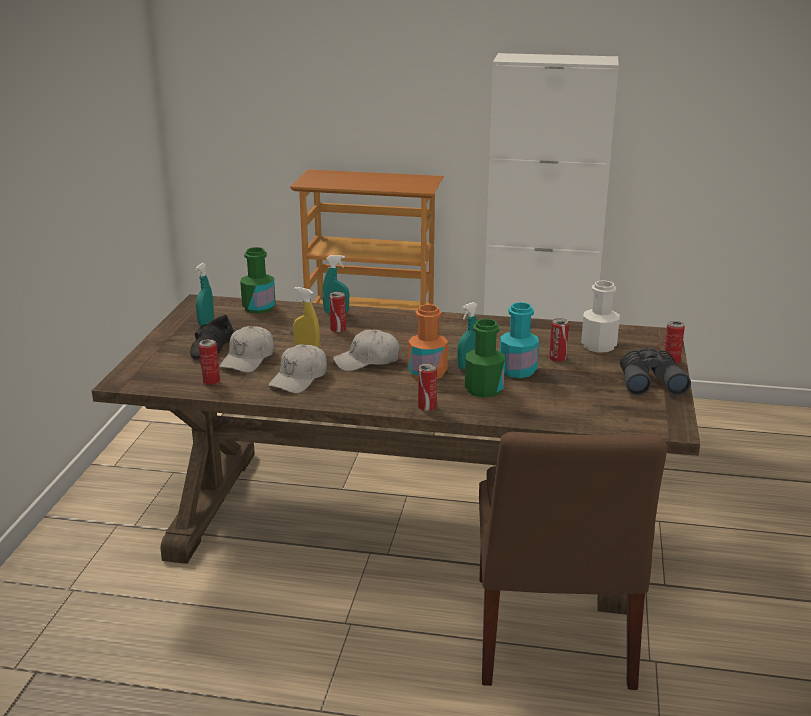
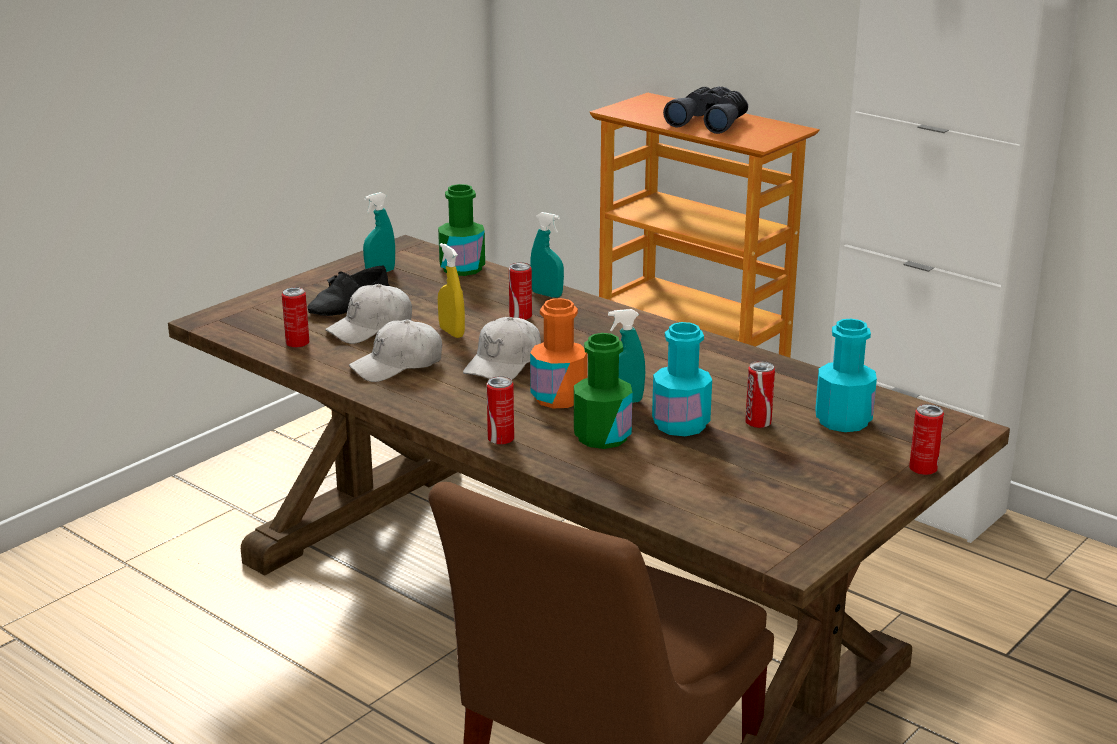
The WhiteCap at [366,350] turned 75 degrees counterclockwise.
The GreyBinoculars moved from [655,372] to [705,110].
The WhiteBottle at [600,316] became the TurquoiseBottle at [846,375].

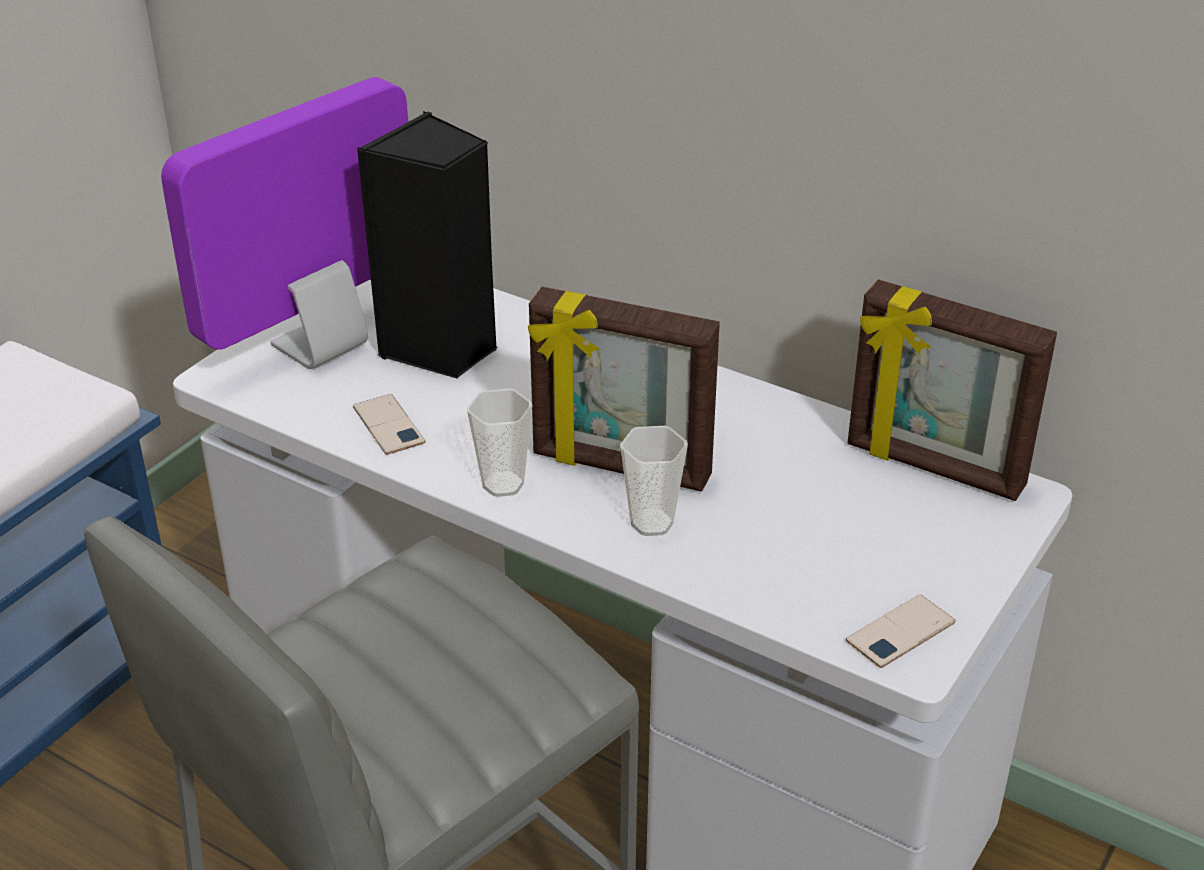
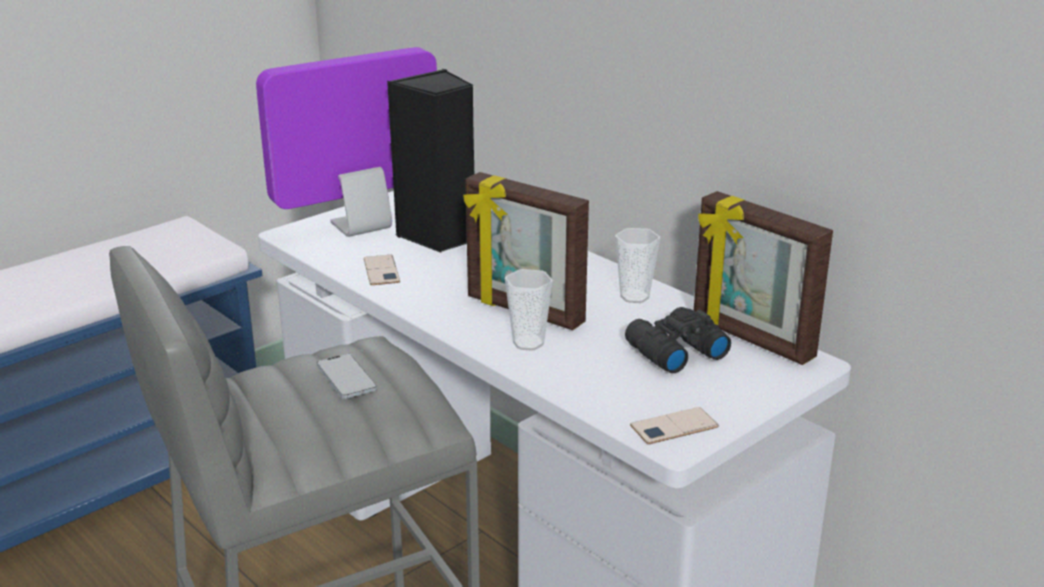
The Phone at [347,376] appeared.
The Cup moved from [499,442] to [637,265].
The BlackBinoculars at [678,340] appeared.

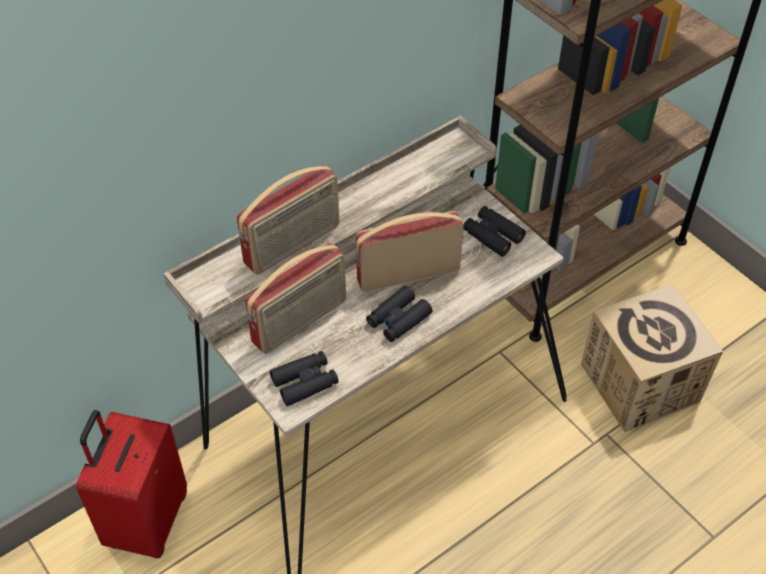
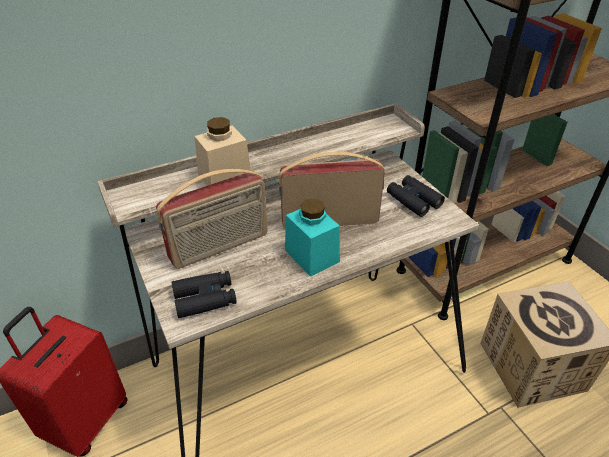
The Radio at [288,220] was replaced by the BeigeJar at [222,151].
The BlackBinoculars at [399,314] was replaced by the TurquoiseJar at [312,238].

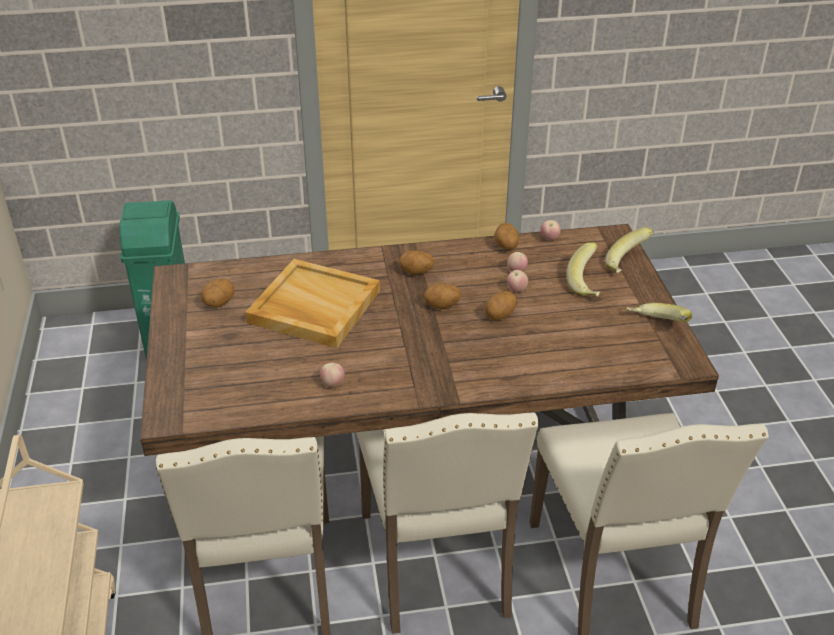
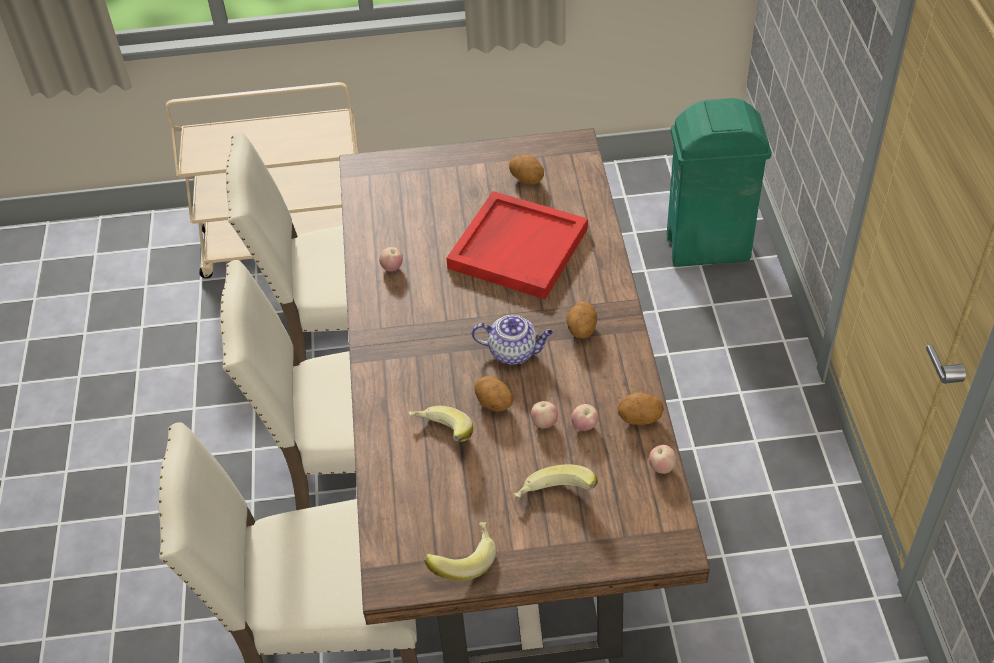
The Banana moved from [629,250] to [441,423].
The BeigeTray at [312,303] became the RedTray at [517,245].
The Potato at [442,296] was replaced by the Teapot at [512,340].

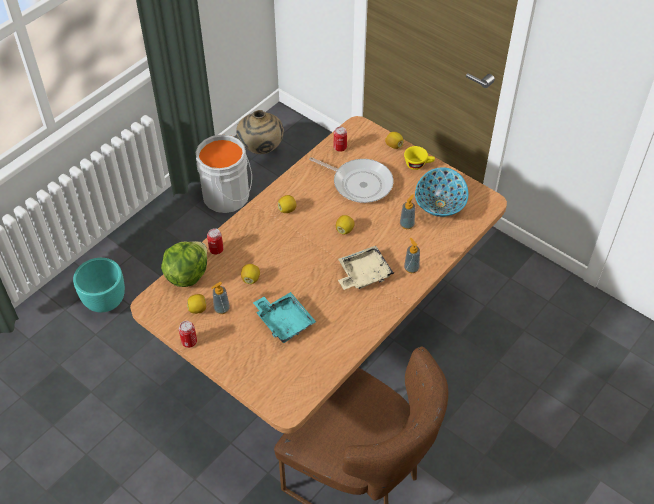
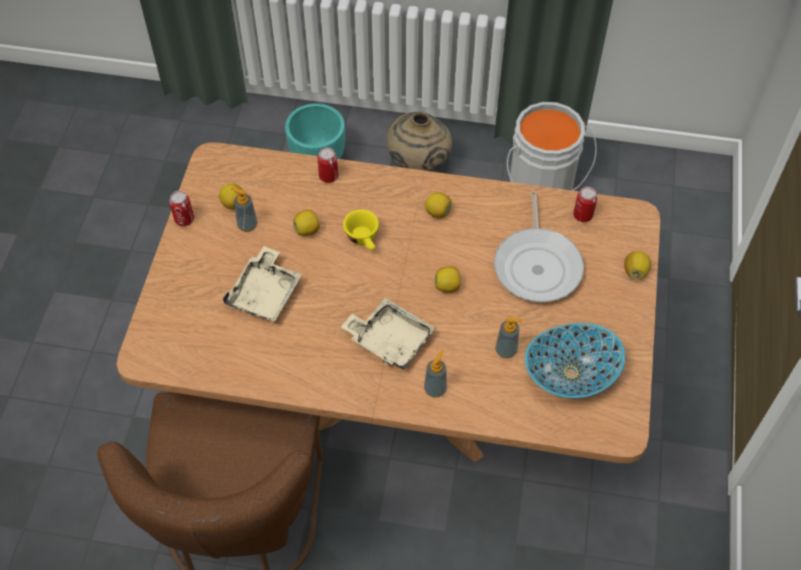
The TurquoiseTray at [284,317] became the BeigeTray at [262,284].
The YellowCup moved from [419,158] to [361,230].
The BeigeVase moved from [260,132] to [419,141].
The Lettuce at [184,264] disappeared.

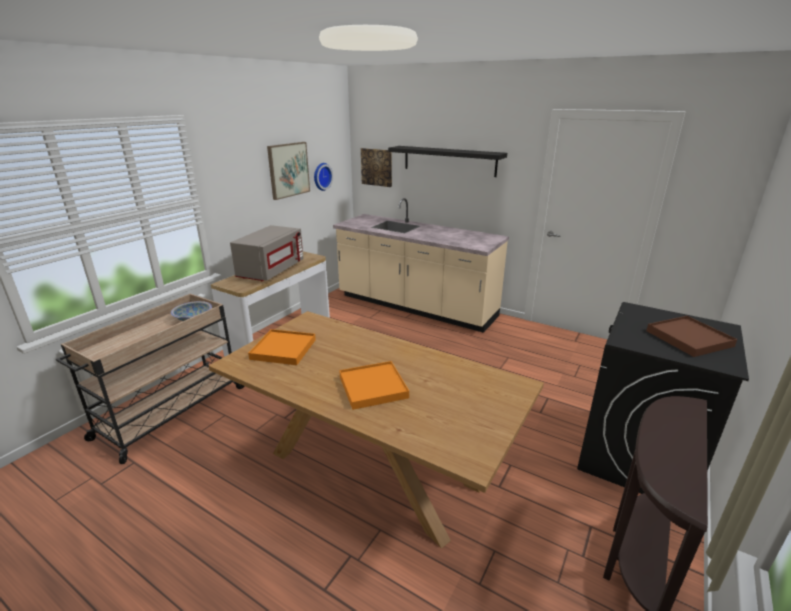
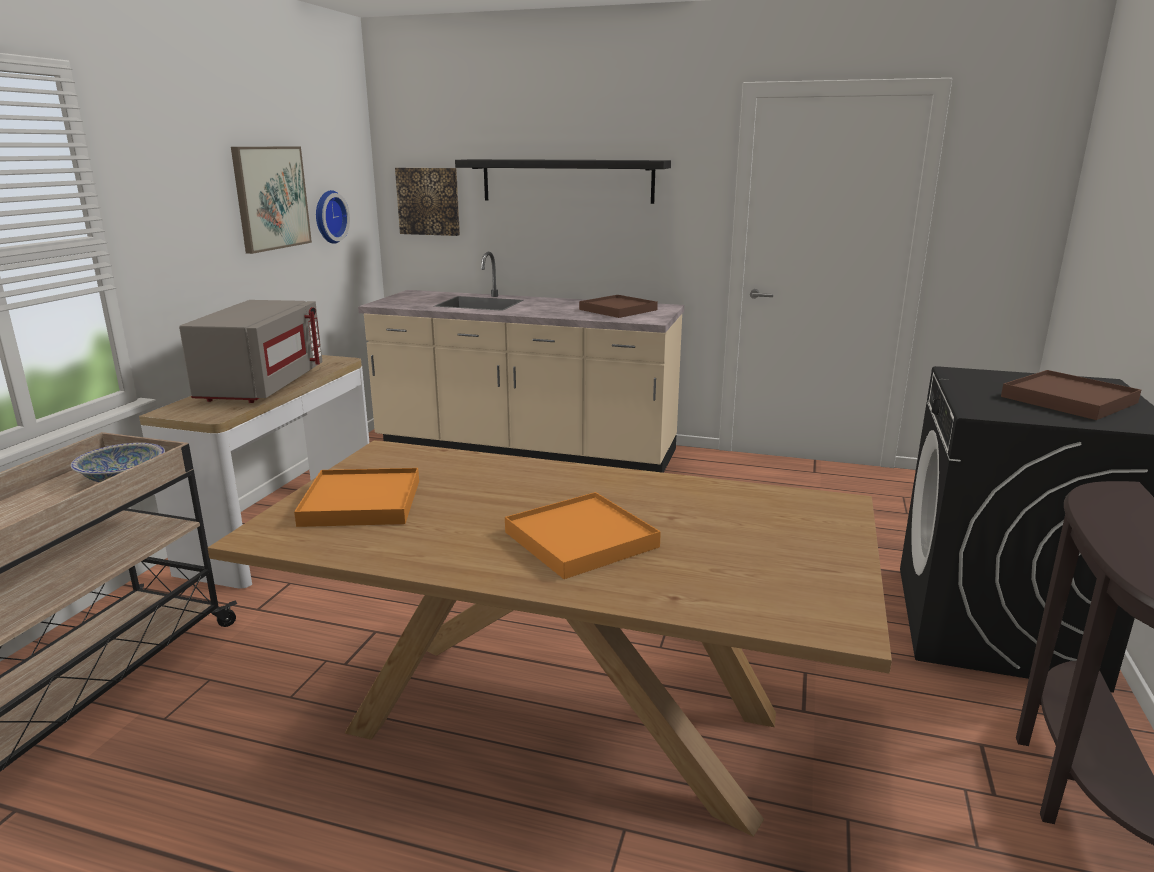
The BrownTray at [618,306] appeared.

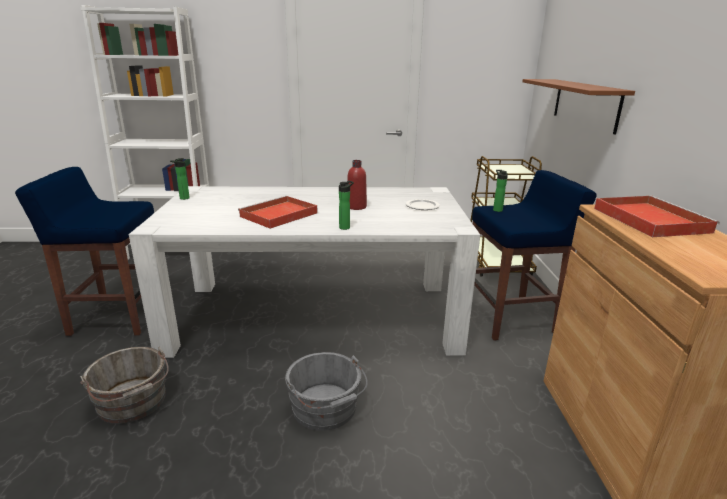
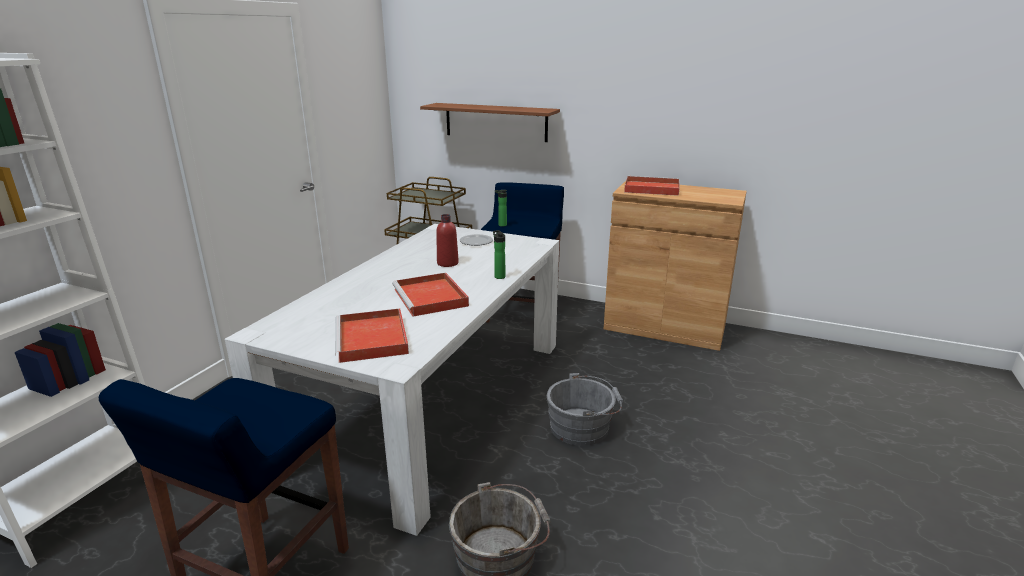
The RedTray at [372,336] appeared.
The Bottle at [180,179] disappeared.

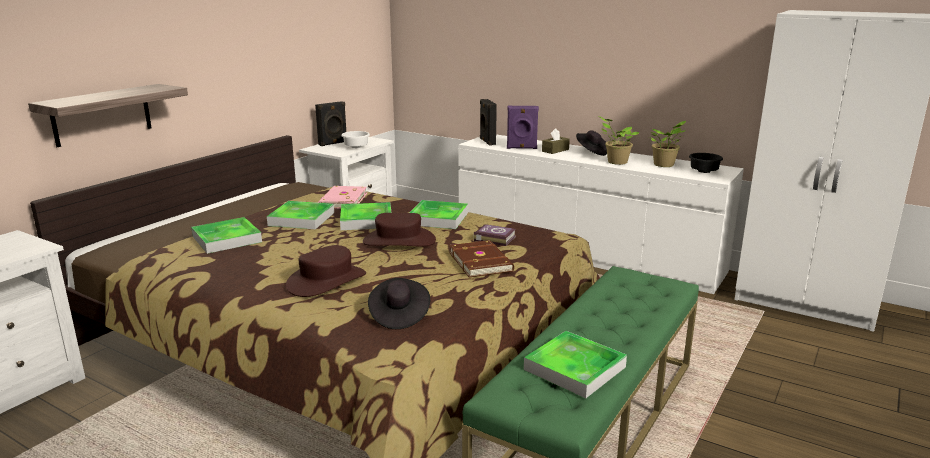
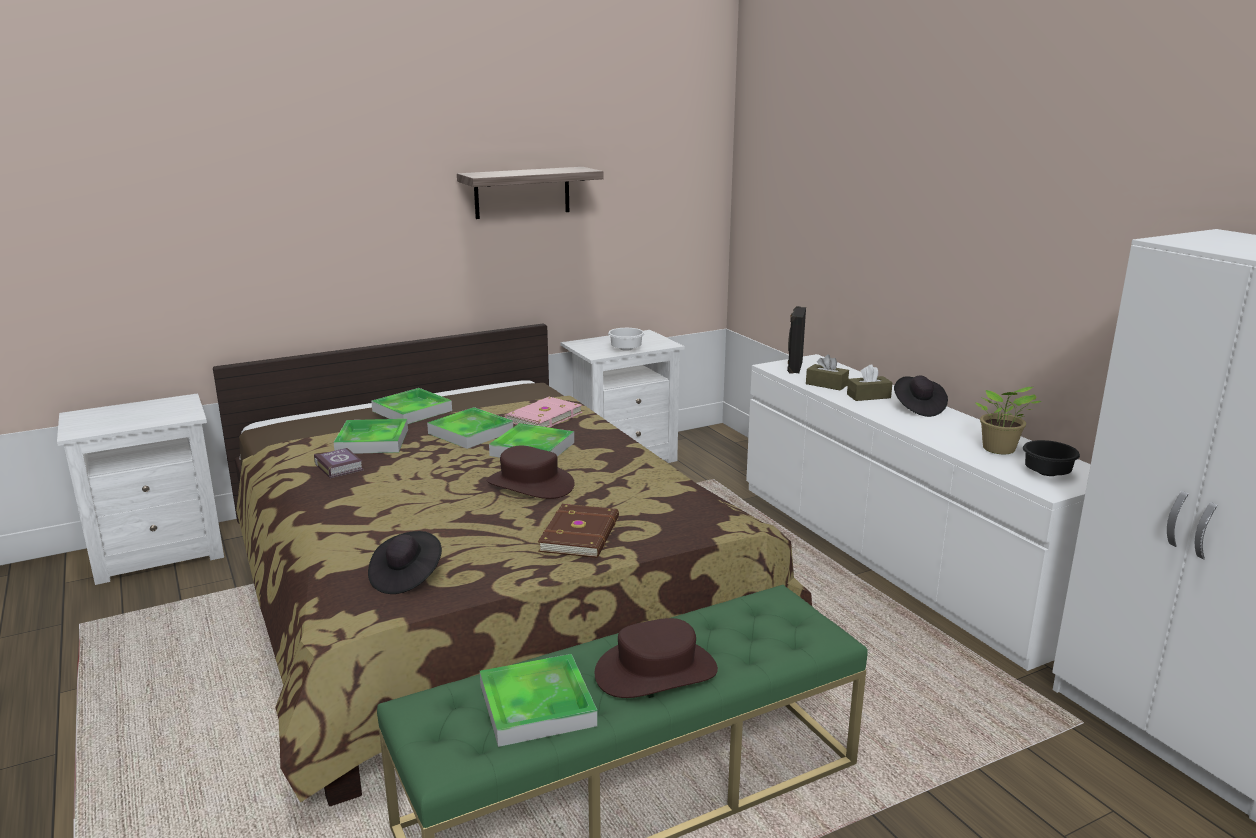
The Book moved from [495,235] to [339,463].
The Tray moved from [439,214] to [411,406].
The Shelf moved from [108,115] to [530,193].
The BrownHat moved from [326,271] to [656,658].
The PurpleSpeaker at [523,127] was replaced by the BrownTissueBox at [827,372].
The BlackSpeaker at [330,123] disappeared.
The PottedPlant at [619,140] disappeared.

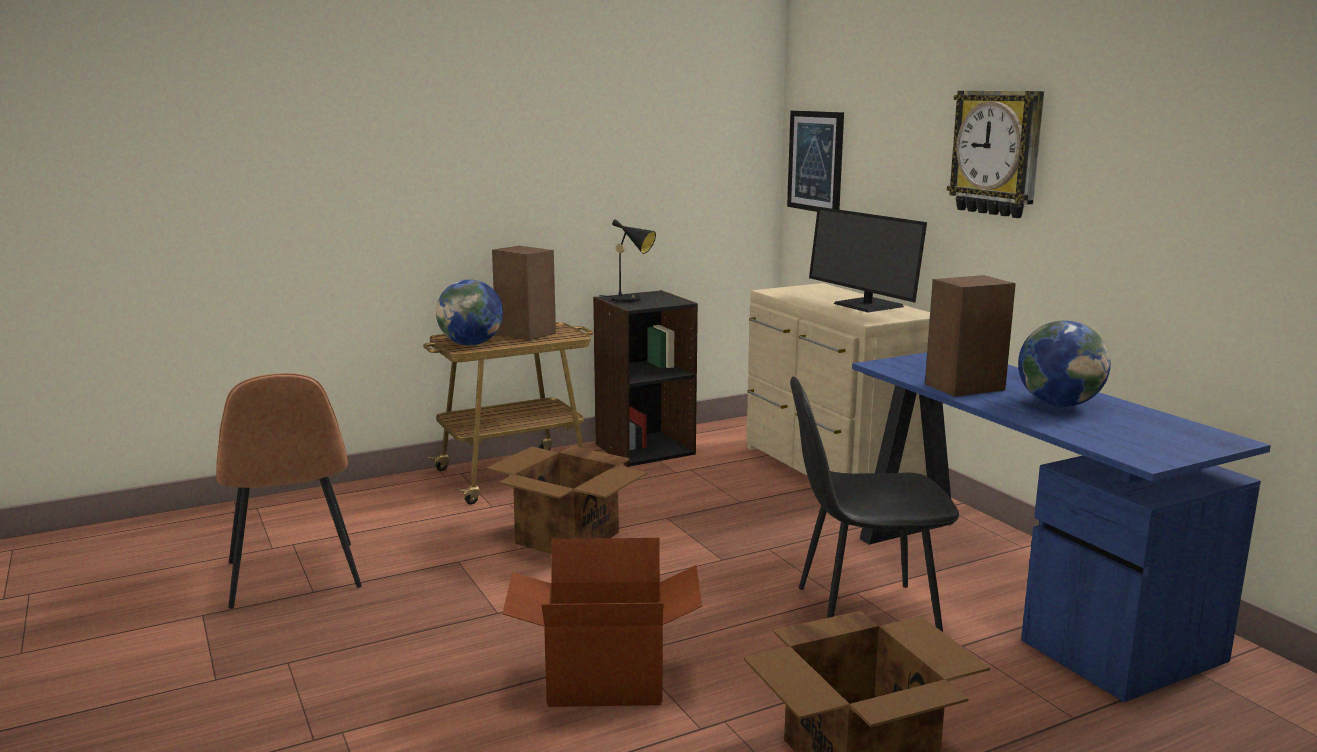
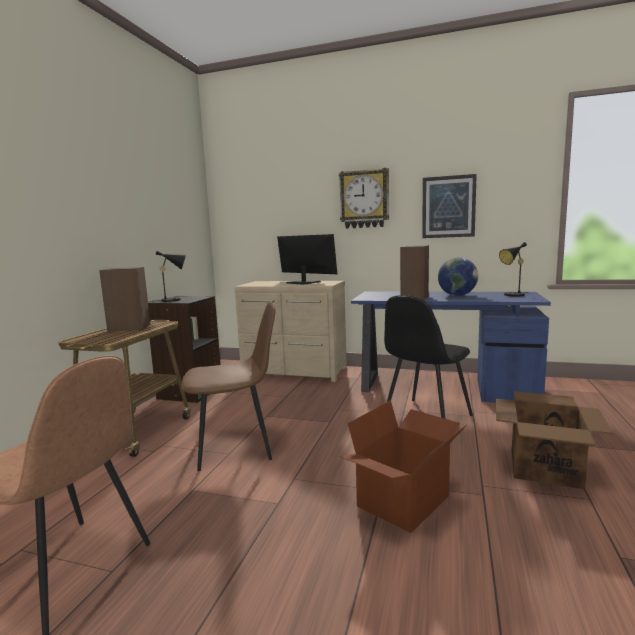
The CardboardBox at [566,500] was replaced by the BrownChair at [228,386].
The Monitor at [868,259] turned 150 degrees counterclockwise.
The Picture moved from [815,161] to [449,206].
The BlackTableLamp at [514,269] appeared.
The Globe at [469,312] disappeared.

